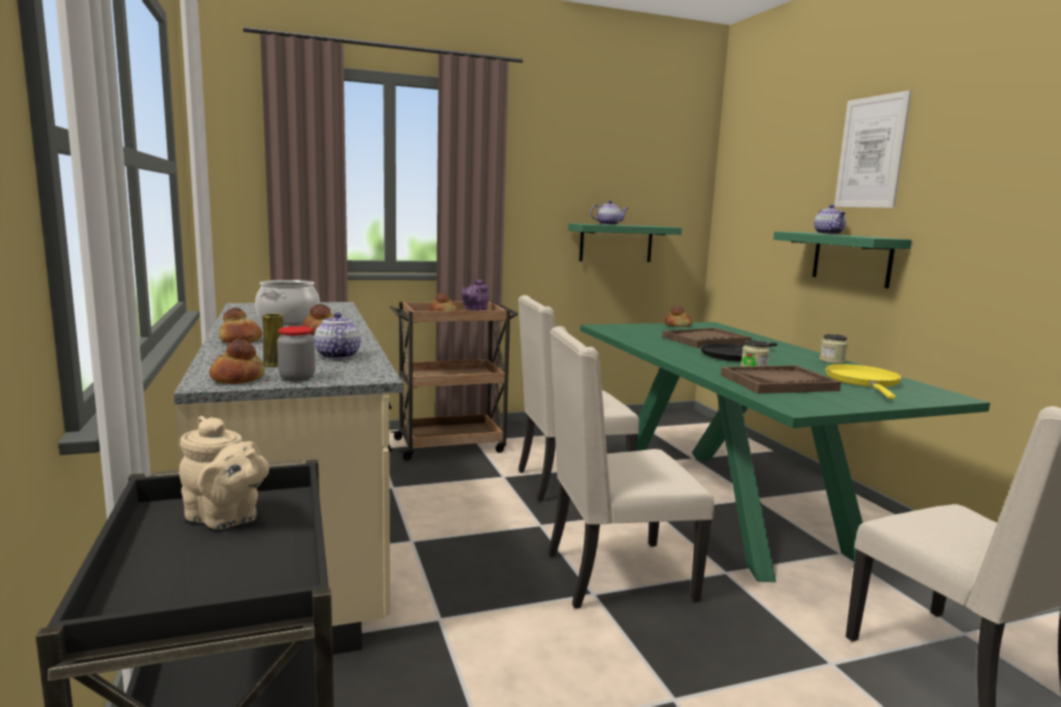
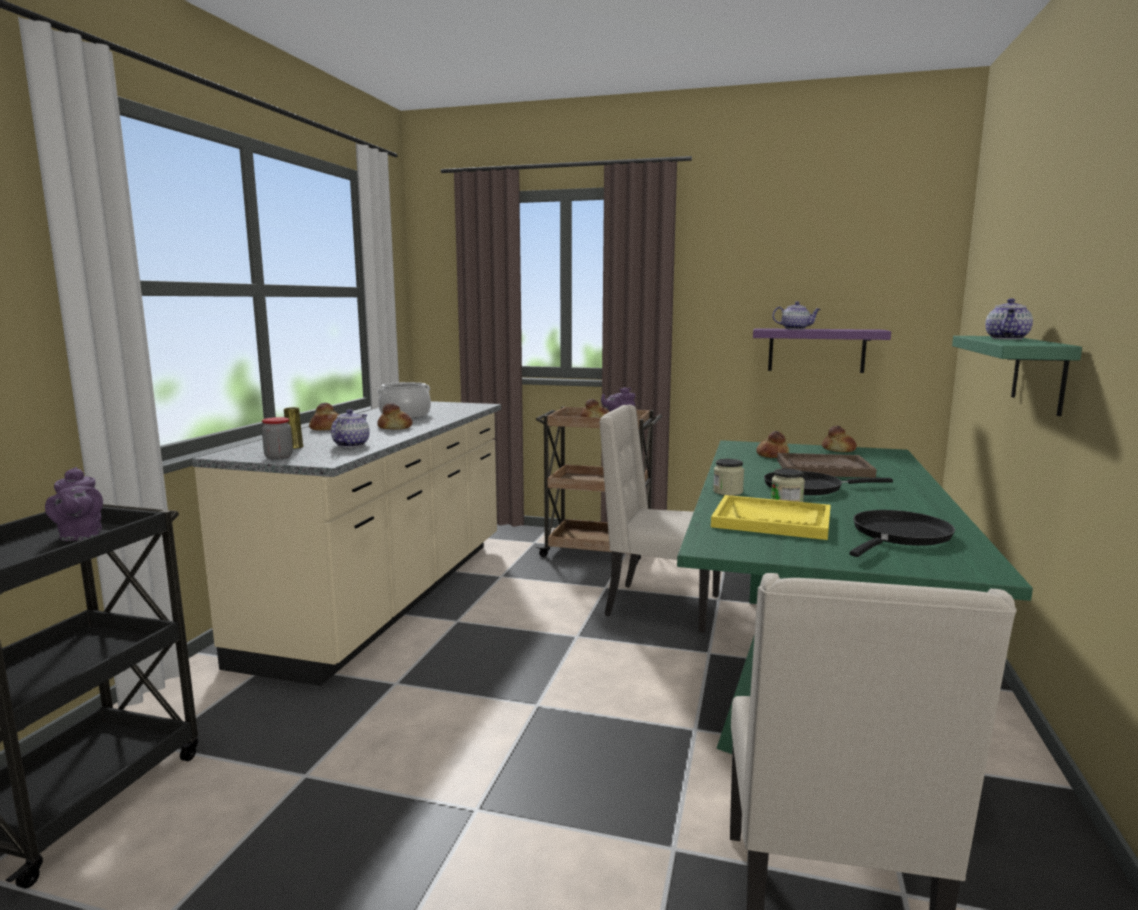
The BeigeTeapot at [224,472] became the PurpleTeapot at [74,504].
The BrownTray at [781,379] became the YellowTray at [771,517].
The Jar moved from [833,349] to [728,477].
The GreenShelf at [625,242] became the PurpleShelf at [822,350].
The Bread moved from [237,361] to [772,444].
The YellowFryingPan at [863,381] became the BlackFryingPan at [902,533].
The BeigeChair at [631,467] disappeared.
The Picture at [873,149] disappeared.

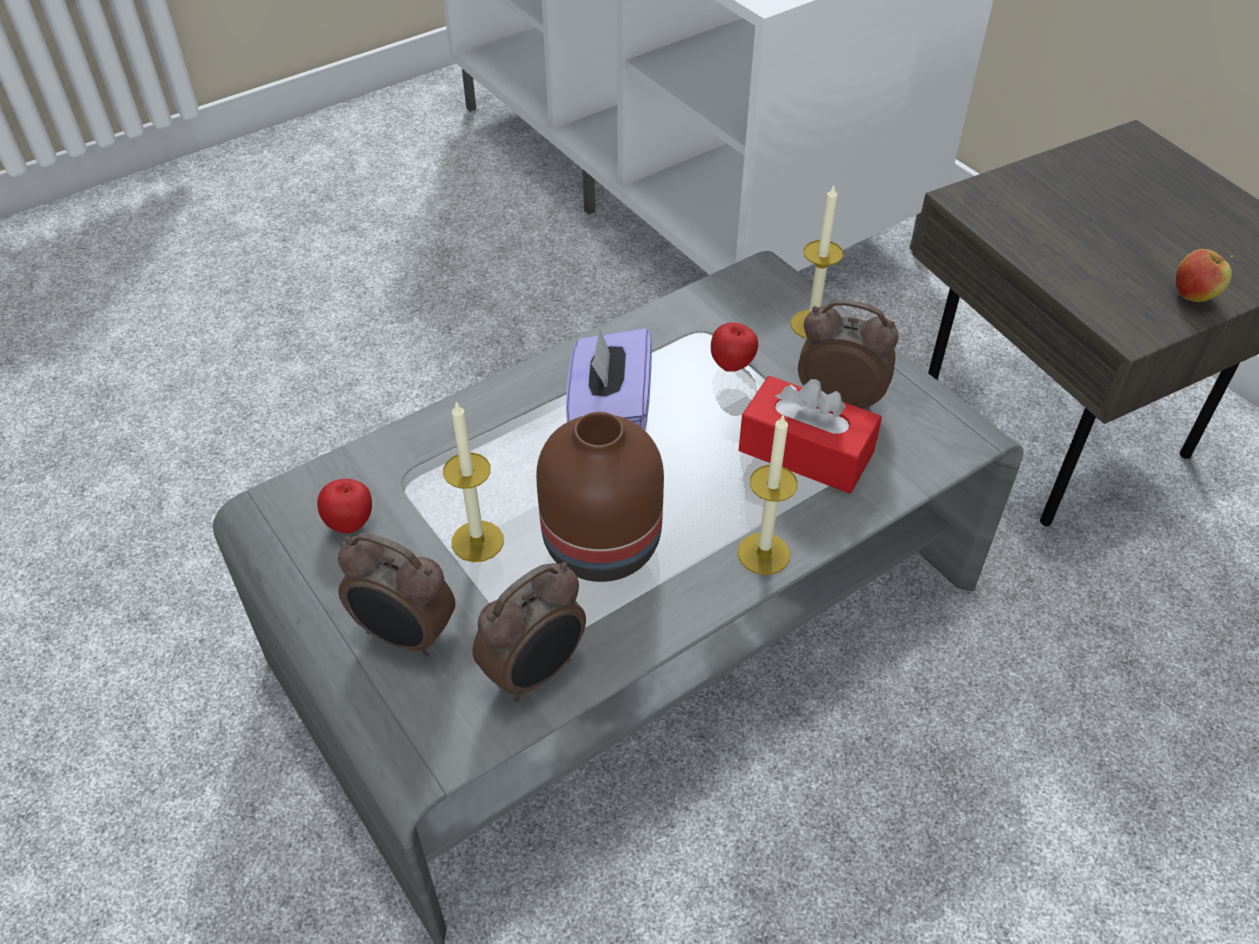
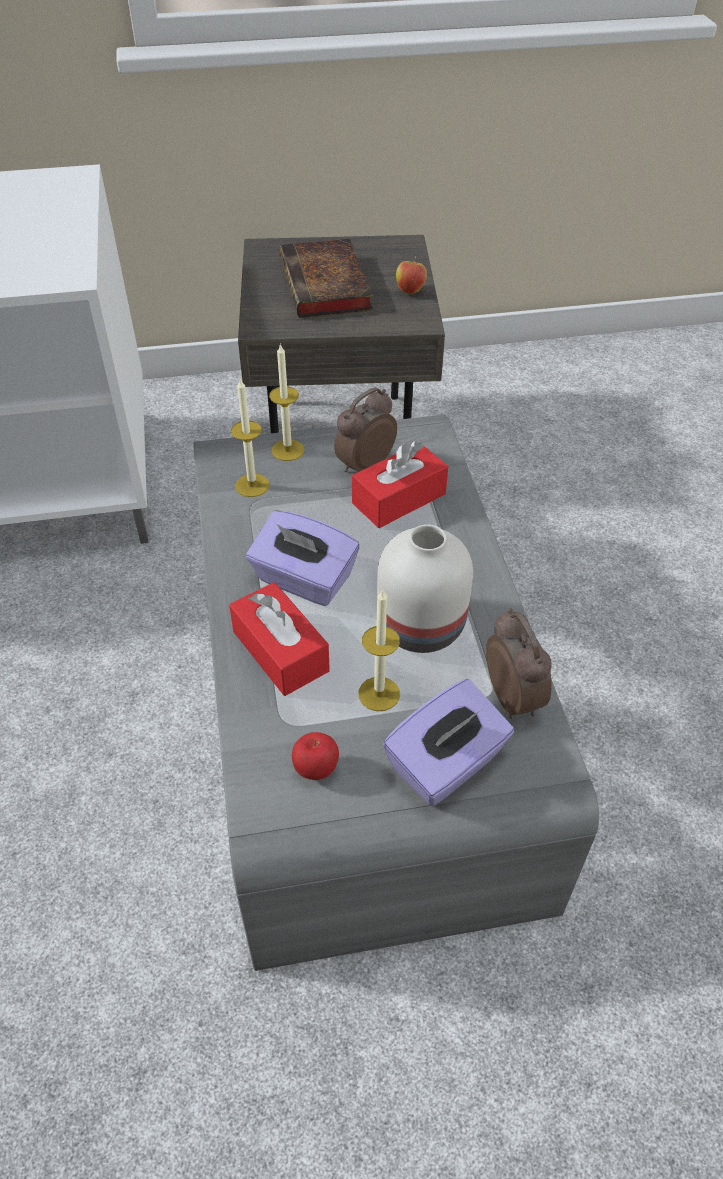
The RedTissueBox at [279,639] appeared.
The Candle moved from [768,494] to [250,437].
The Book at [326,278] appeared.
The BrownVase at [600,497] became the WhiteVase at [425,588].
The AlarmClock at [396,595] was replaced by the PurpleTissueBox at [448,742].
The Apple at [734,347] disappeared.

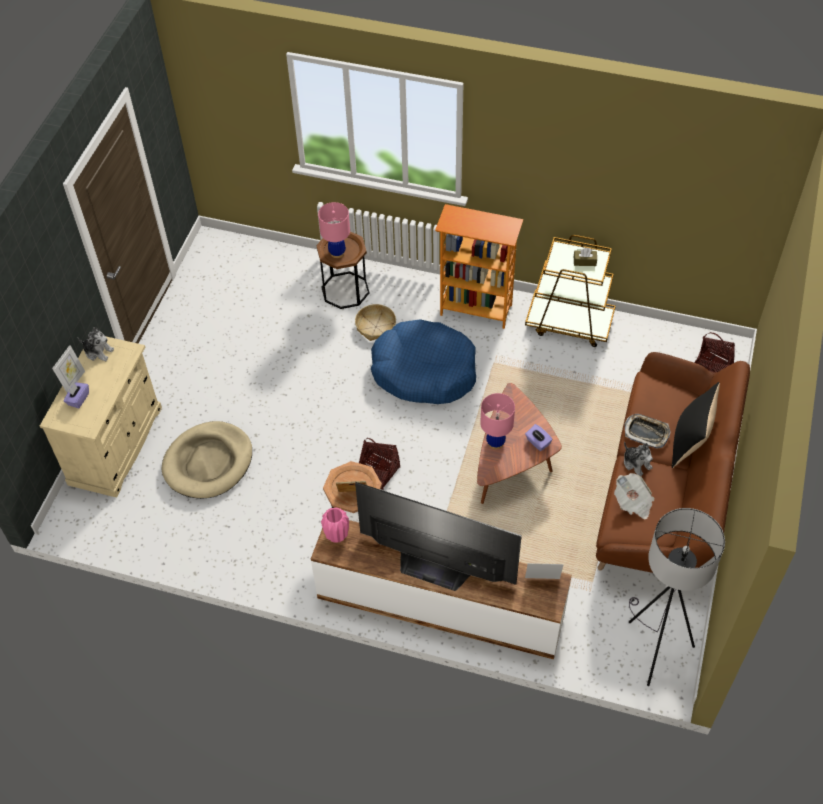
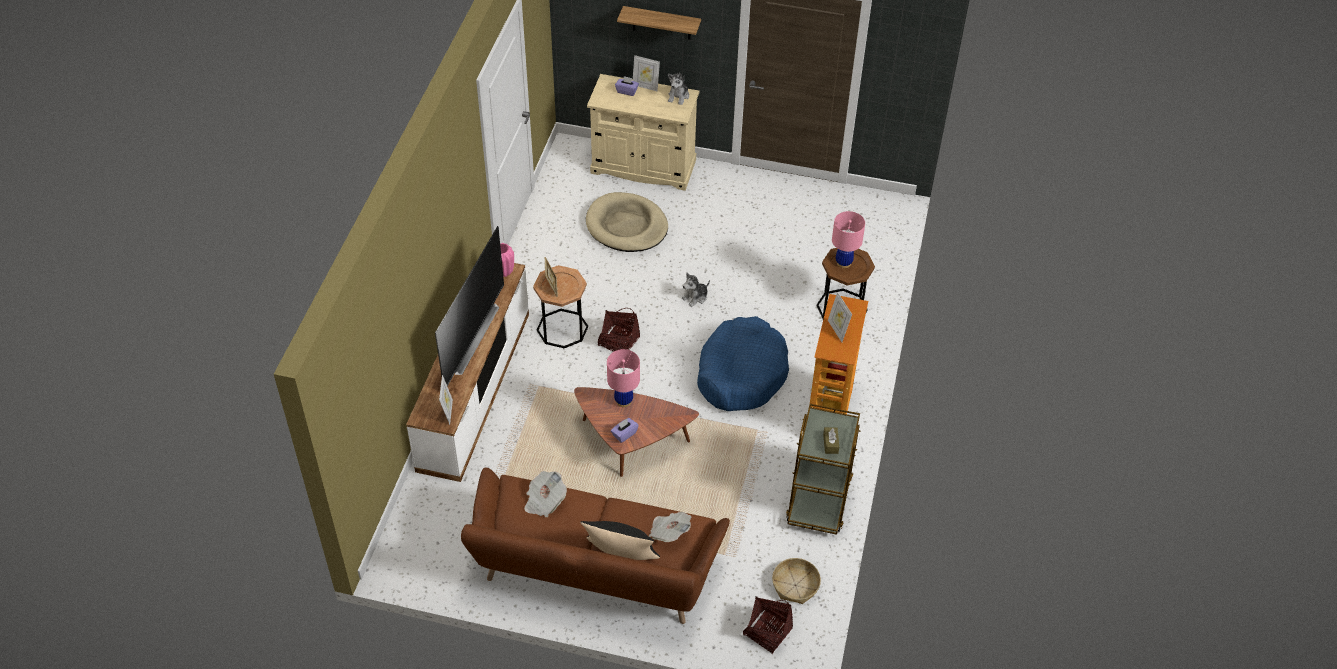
The Shelf at [659,23] appeared.
The Newspaper at [670,527] appeared.
The PlushToy moved from [638,459] to [696,290].
The Basket moved from [375,322] to [796,581].
The PictureFrame at [840,317] appeared.
The Tray at [647,431] disappeared.
The GreyFloorLamp at [677,597] disappeared.

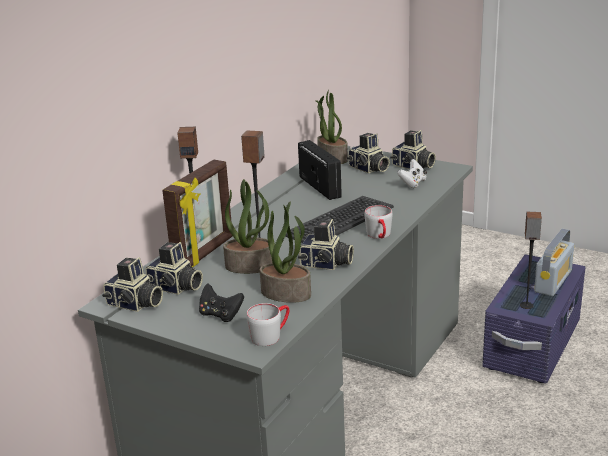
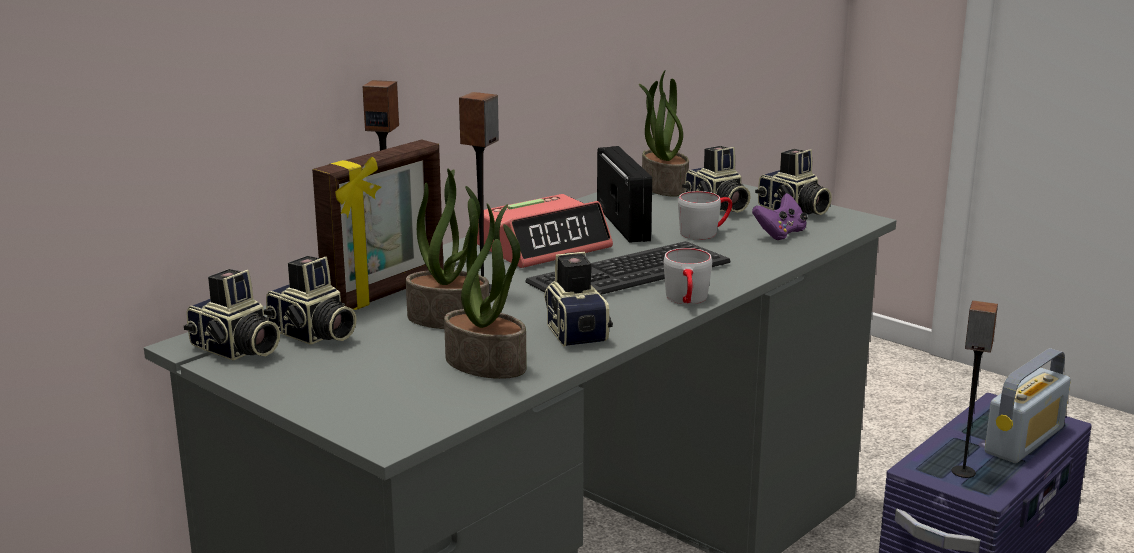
The AlarmClock at [545,231] appeared.
The PhotoCamera at [326,244] turned 135 degrees counterclockwise.
The GreyMug moved from [267,324] to [705,215].
The WhiteGameController at [412,173] became the PurpleGameController at [779,216].
The BlackGameController at [221,303] disappeared.

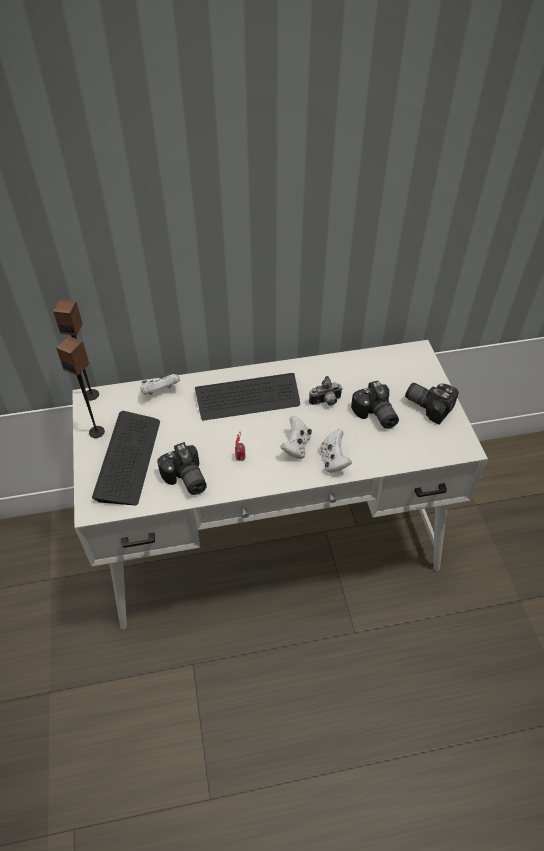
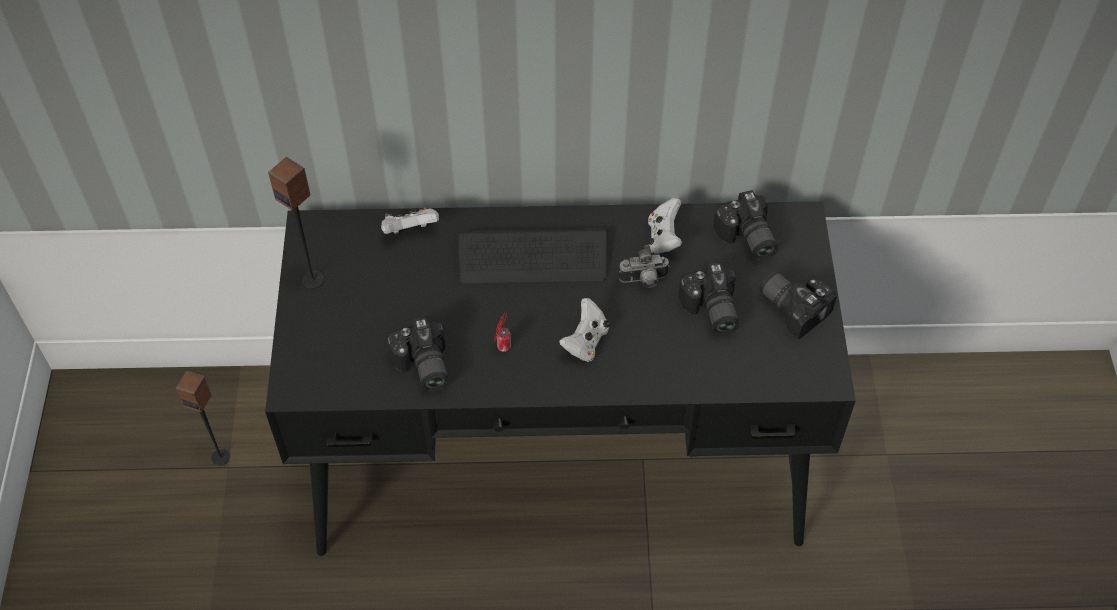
The Speaker moved from [76,349] to [203,418].
The WhiteDesk at [280,485] became the BlackDesk at [560,378].
The WhiteGameController moved from [336,451] to [665,226].
The PhotoCamera at [745,225] appeared.
The Keyboard at [126,458] disappeared.

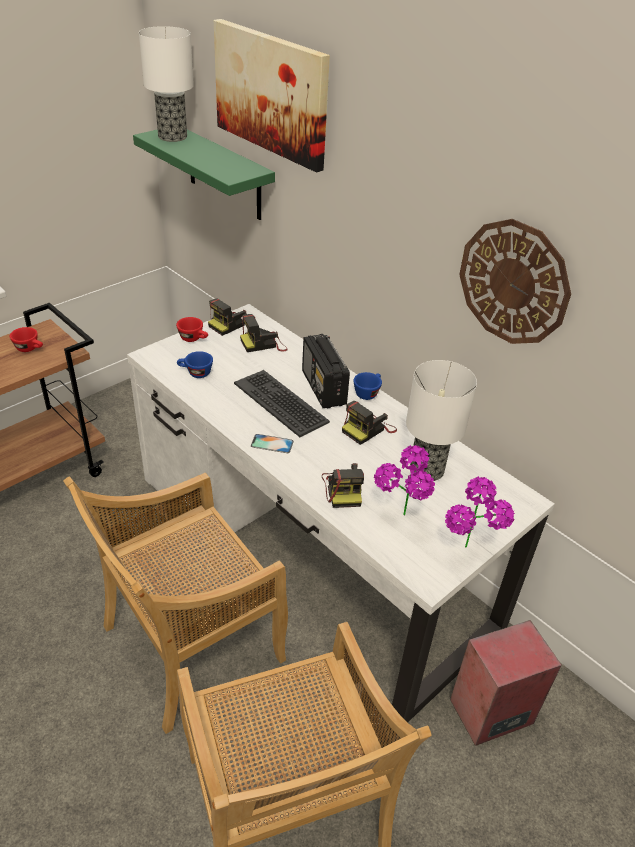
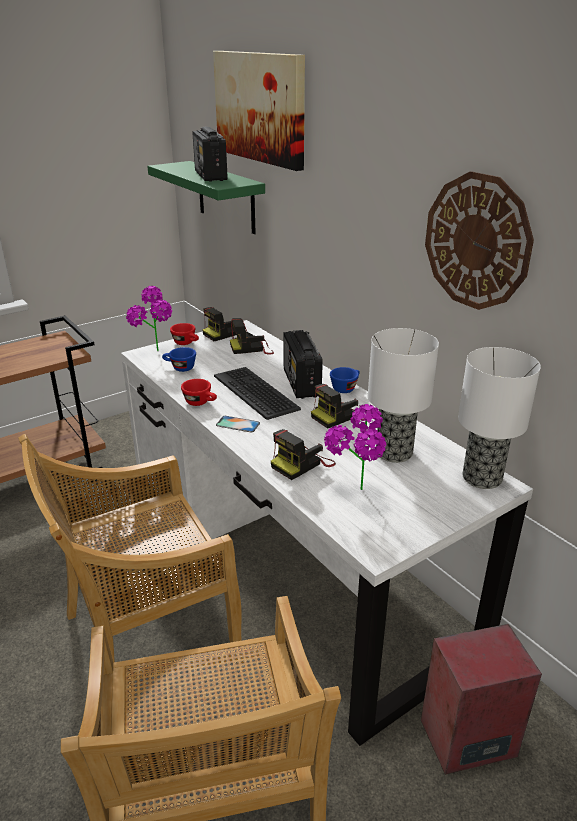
The PottedPlant moved from [480,512] to [149,318].
The RedCup moved from [26,339] to [199,392].
The Radio at [210,154] appeared.
The PhotoCamera at [343,485] turned 45 degrees clockwise.
The TableLamp moved from [166,84] to [499,418].

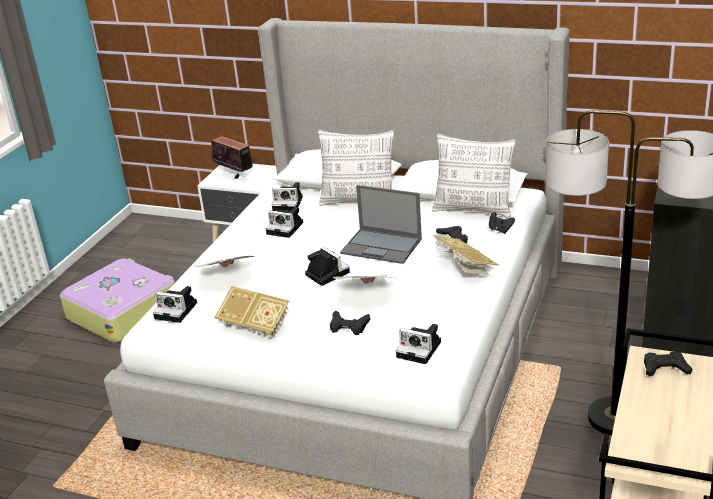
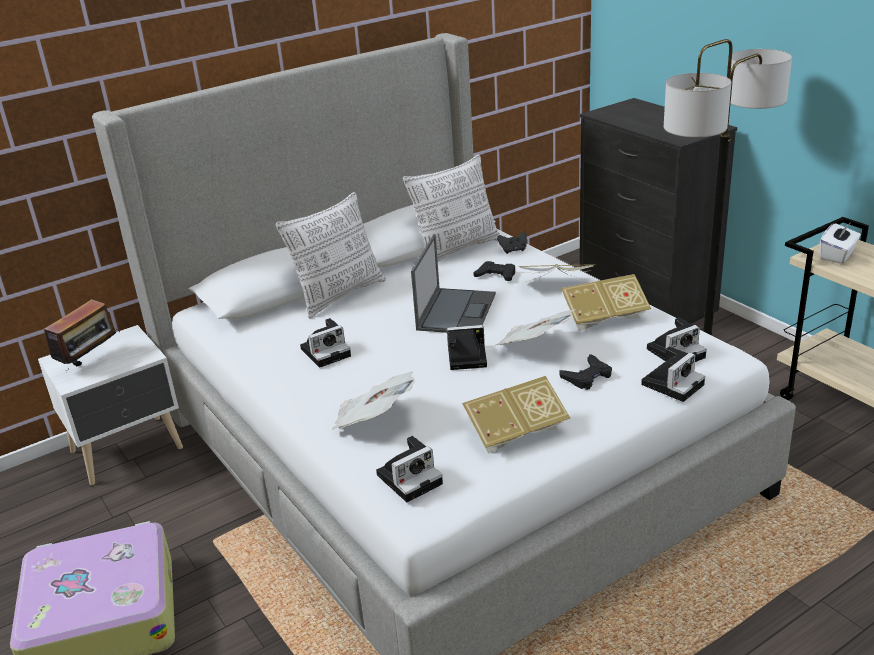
The Radio at [232,157] turned 135 degrees clockwise.
The Laptop at [381,224] turned 45 degrees counterclockwise.
The Book at [606,302] appeared.
The PhotoCamera moved from [287,196] to [673,374].
The BlackGameController at [668,363] was replaced by the WhiteTissueBox at [840,242].

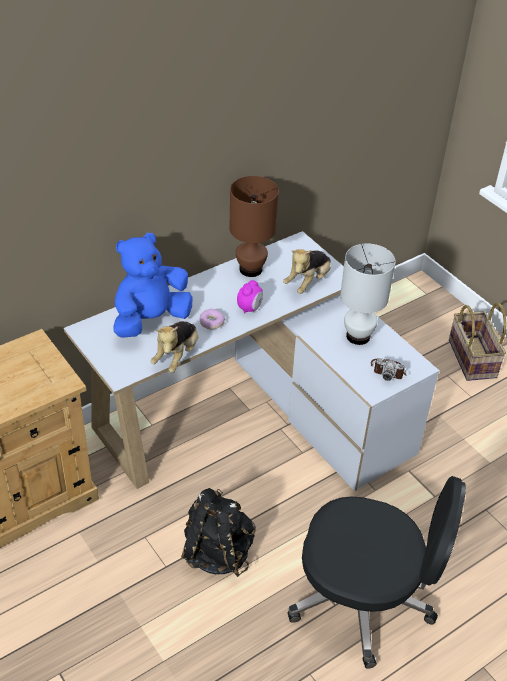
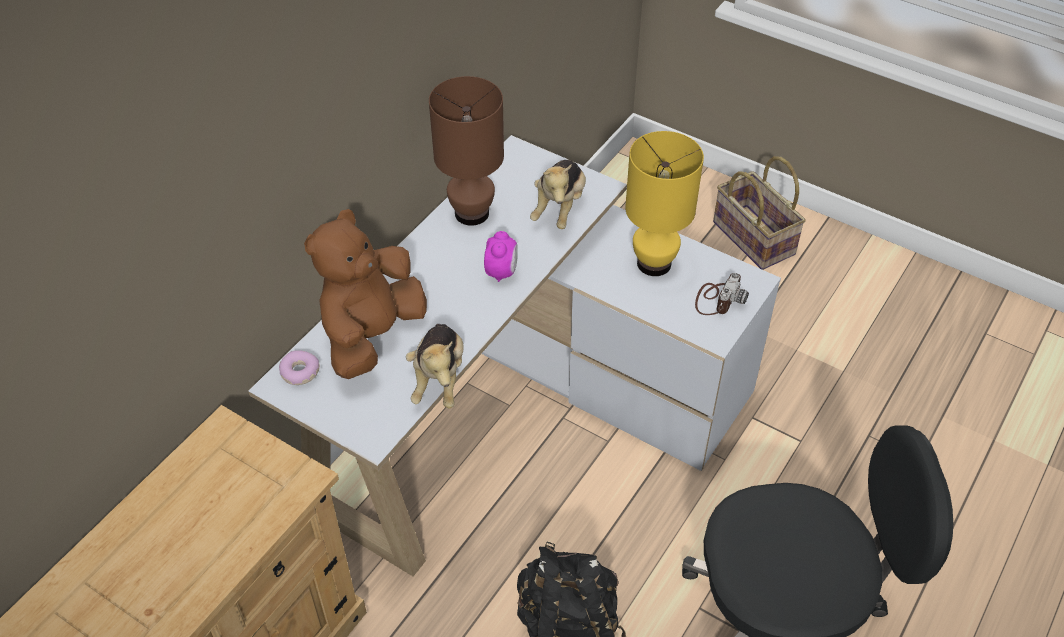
The Donut moved from [212,319] to [299,367].
The BluePlushToy at [153,285] became the BrownPlushToy at [365,294].
The WhiteTableLamp at [368,294] became the YellowTableLamp at [664,203].
The PhotoCamera at [388,369] turned 60 degrees counterclockwise.

